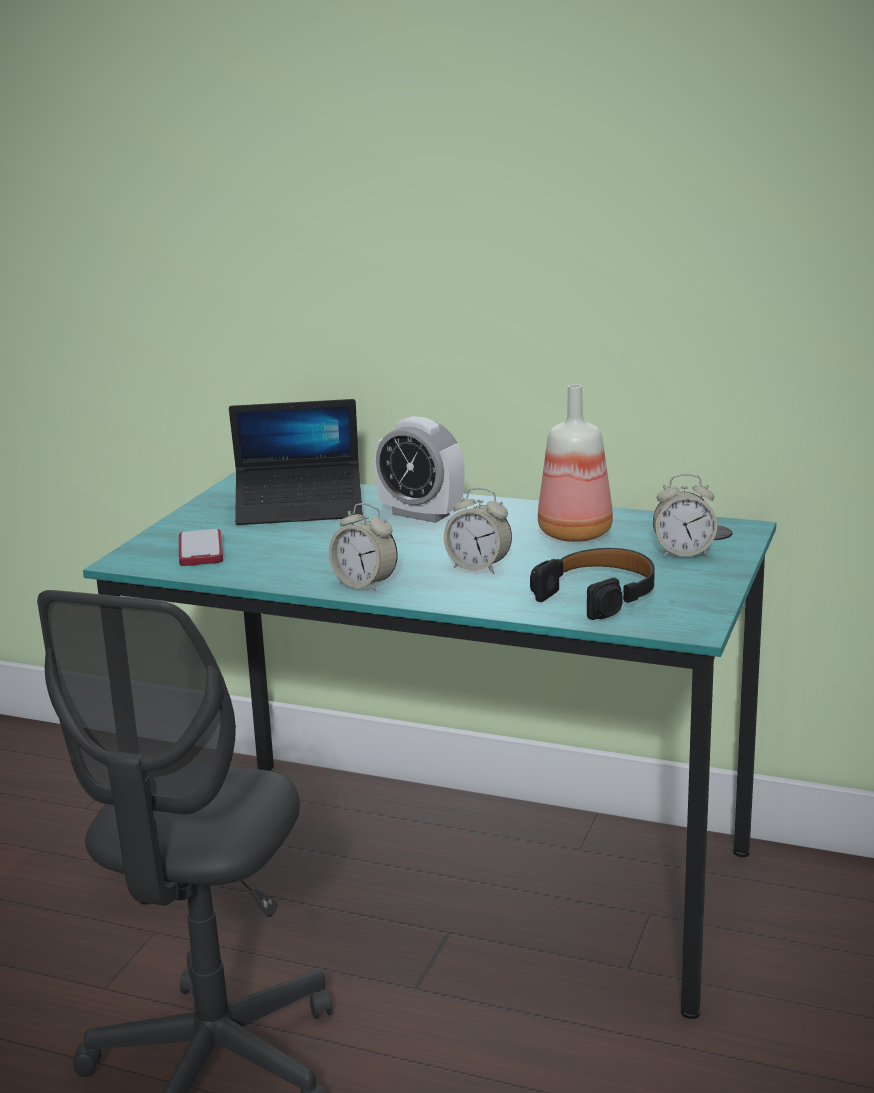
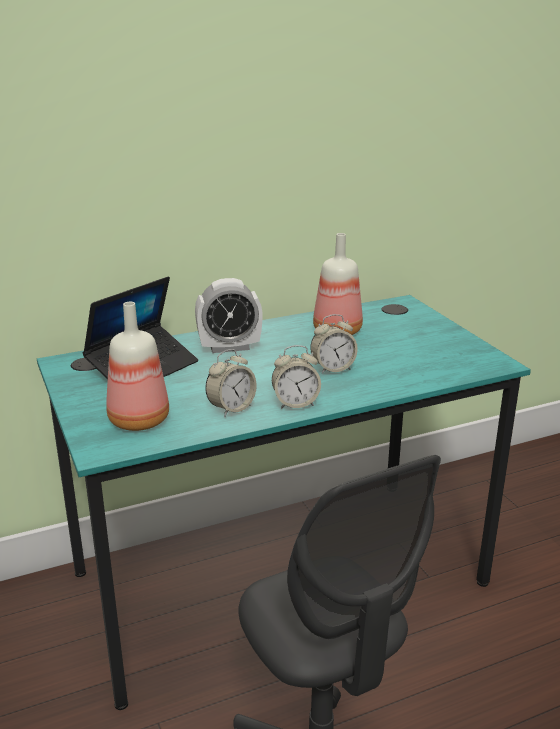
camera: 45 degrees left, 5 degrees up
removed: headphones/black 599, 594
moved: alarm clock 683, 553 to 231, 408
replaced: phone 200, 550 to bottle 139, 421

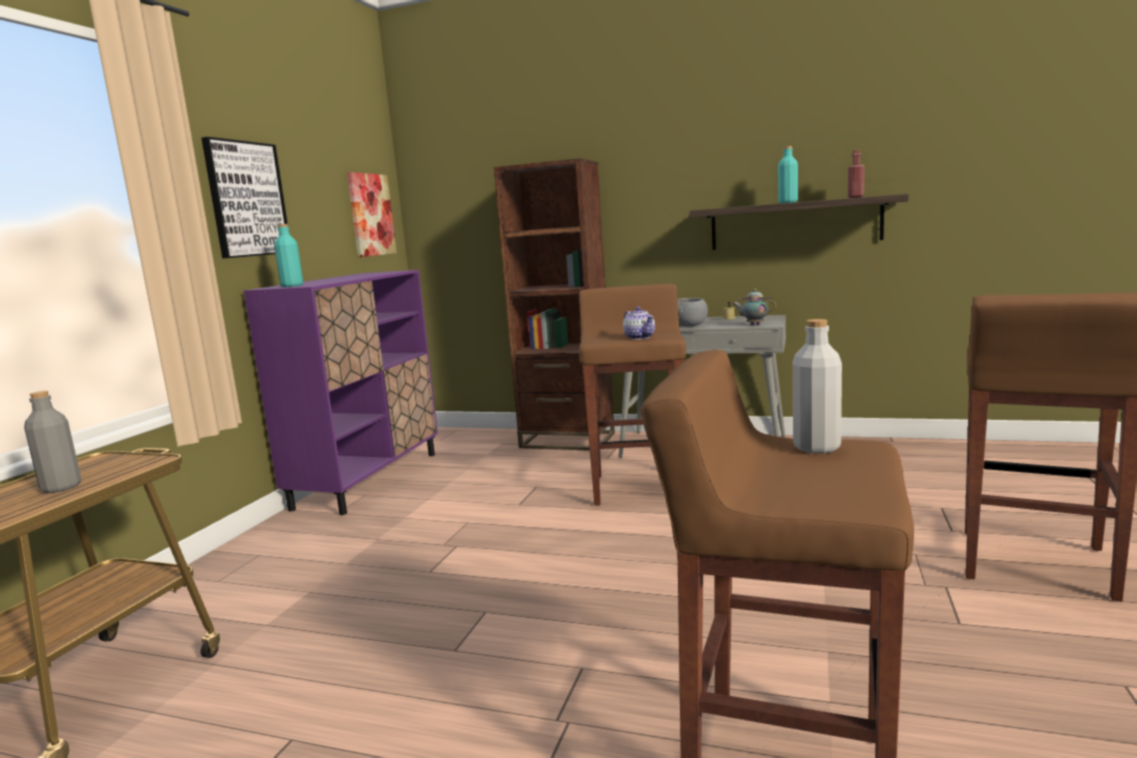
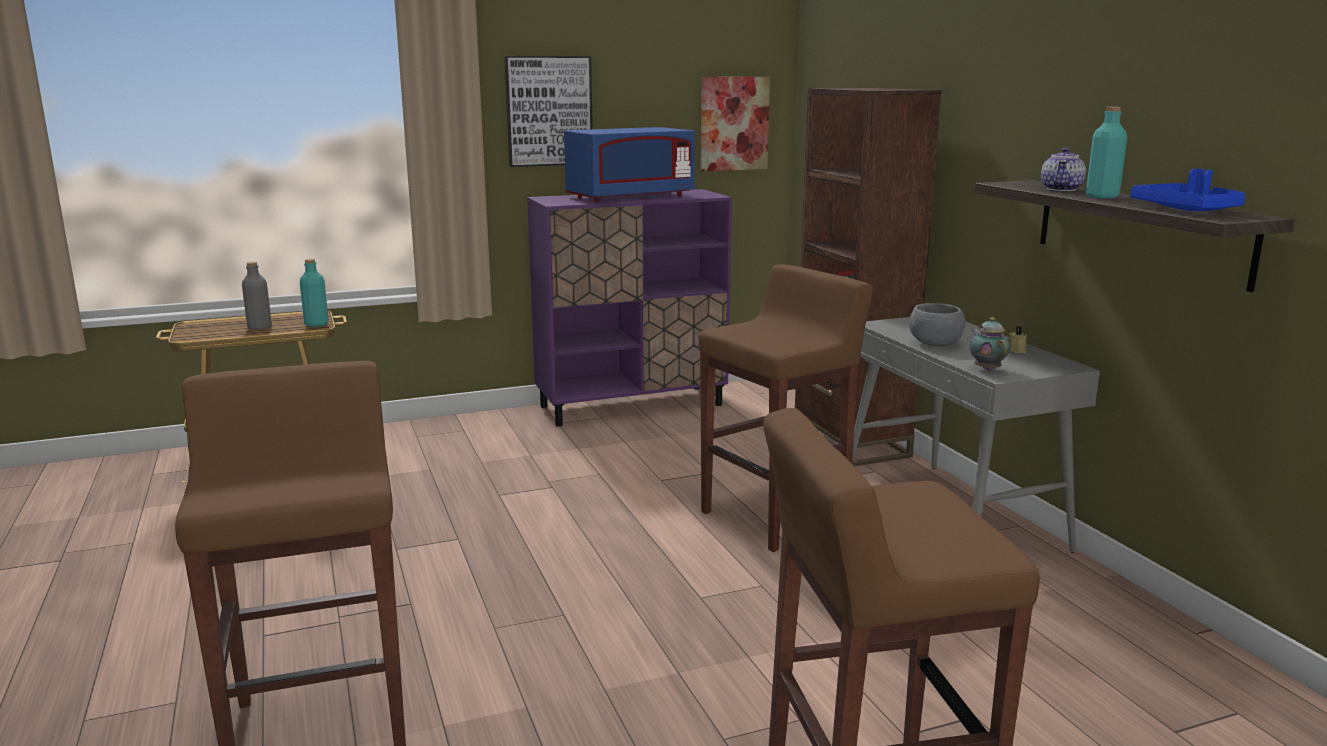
camera: 50 degrees right, 5 degrees up
removed: bottle/grey 816, 447
added: microwave/blue 630, 197
moved: bottle/turquoise 292, 286 to 316, 324; teapot 640, 337 to 1062, 189
replaced: bottle/red 855, 197 to tray/blue 1187, 210

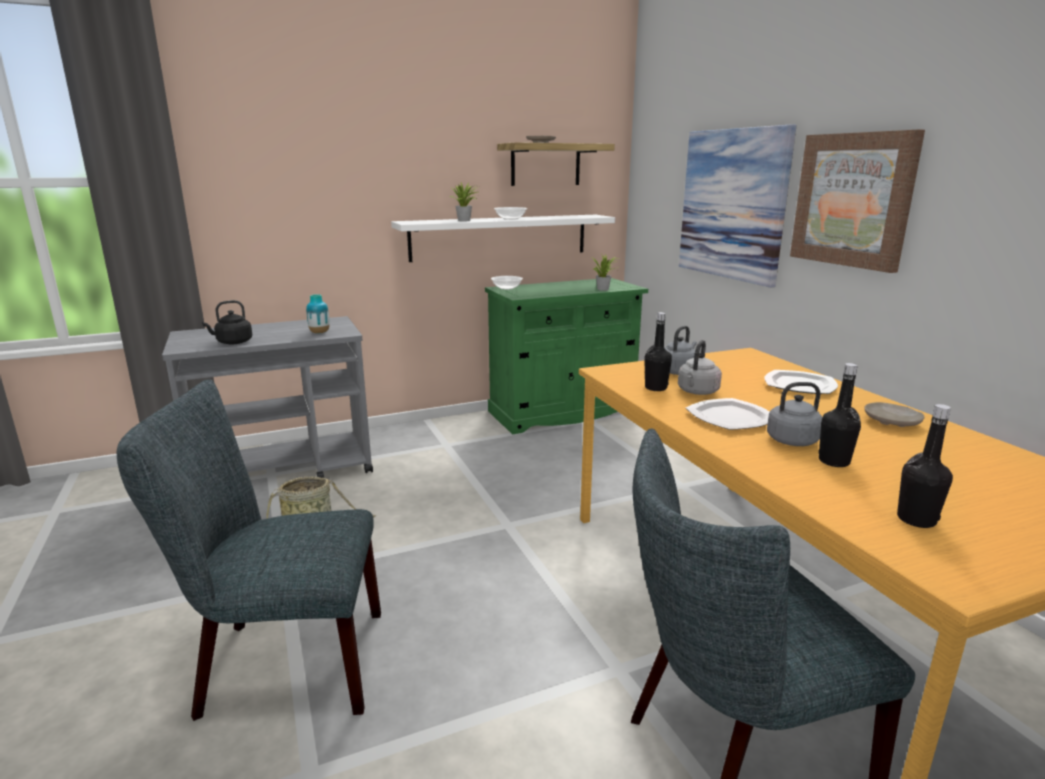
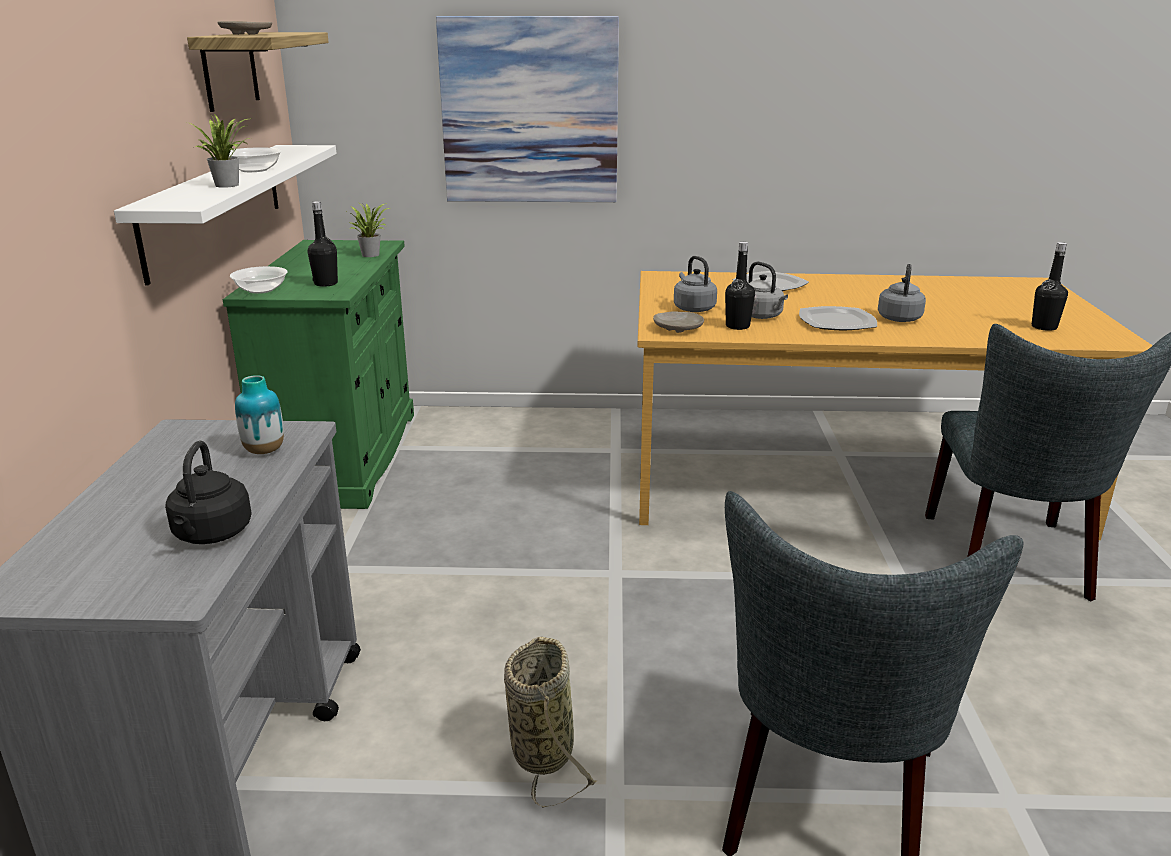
camera: 65 degrees left, 5 degrees up
removed: picture 853, 200
moved: bottle/black 834, 461 to 326, 283; plate/beige 892, 422 to 678, 328

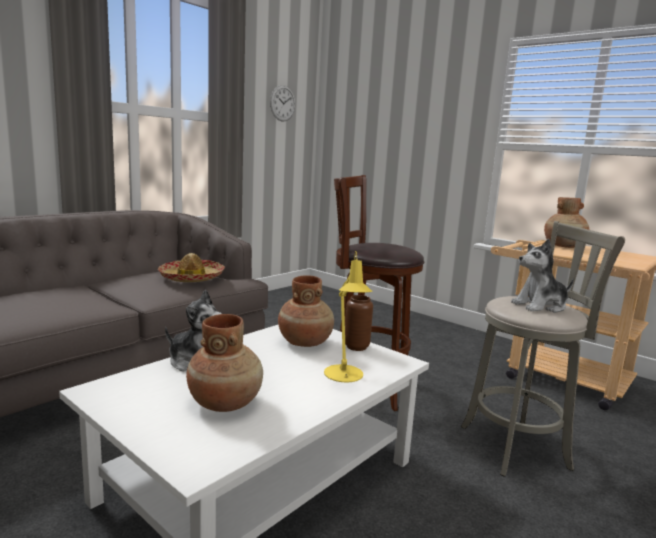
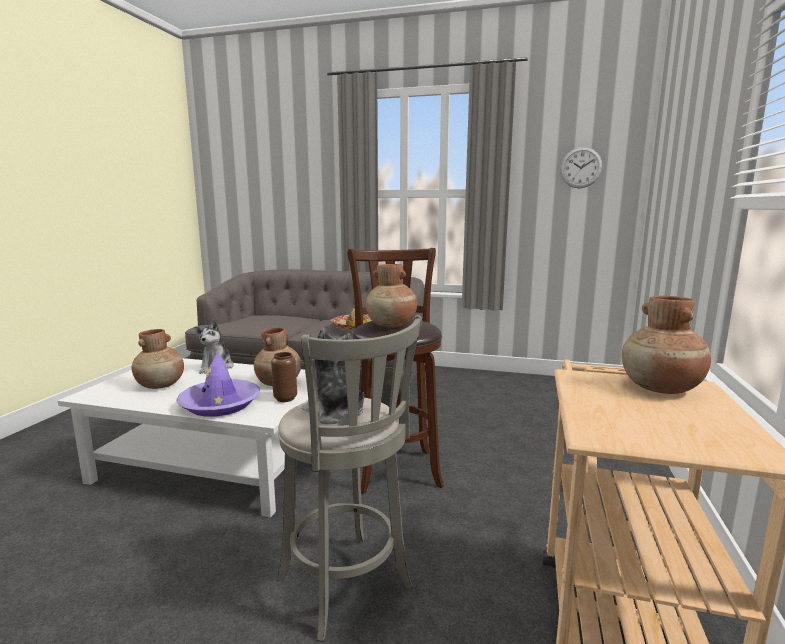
camera: 65 degrees right, 0 degrees up
added: vase/brown 391, 325
replaced: table lamp/yellow 344, 376 to hat/purple 220, 404

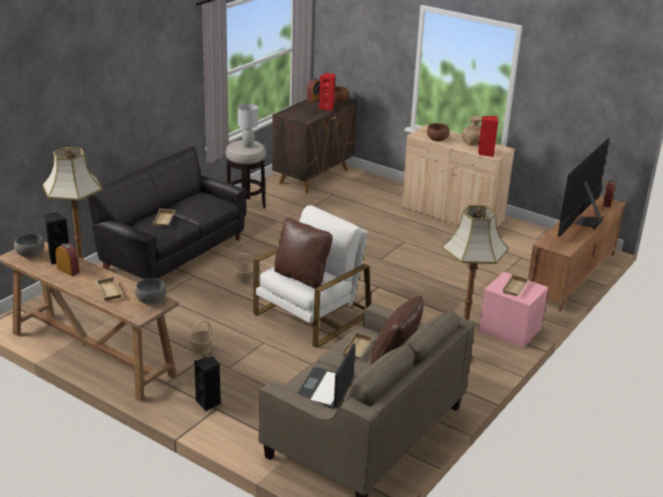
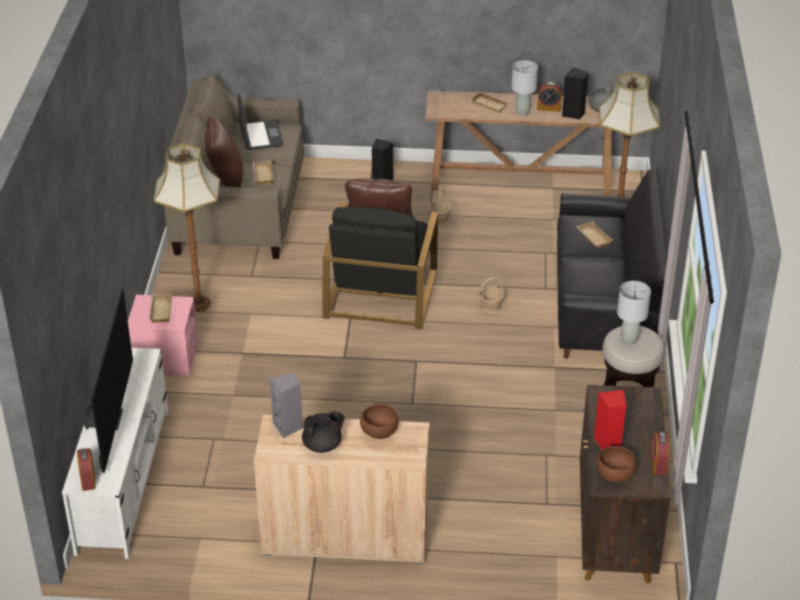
camera: 150 degrees right, 10 degrees up
removed: bowl/grey 151, 300
added: table lamp/grey 522, 112
replaced: vase/brown 472, 143 to teapot/black 323, 445
recoloured: armchair/white 312, 315 to armchair/black 380, 292; speaker/red 485, 153 to speaker/grey 288, 427; tv stand/brown 571, 275 to tv stand/white 123, 479

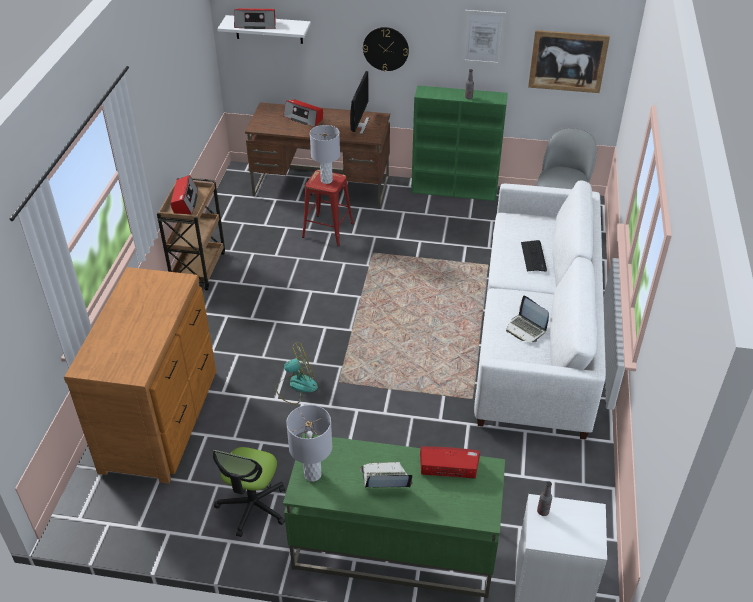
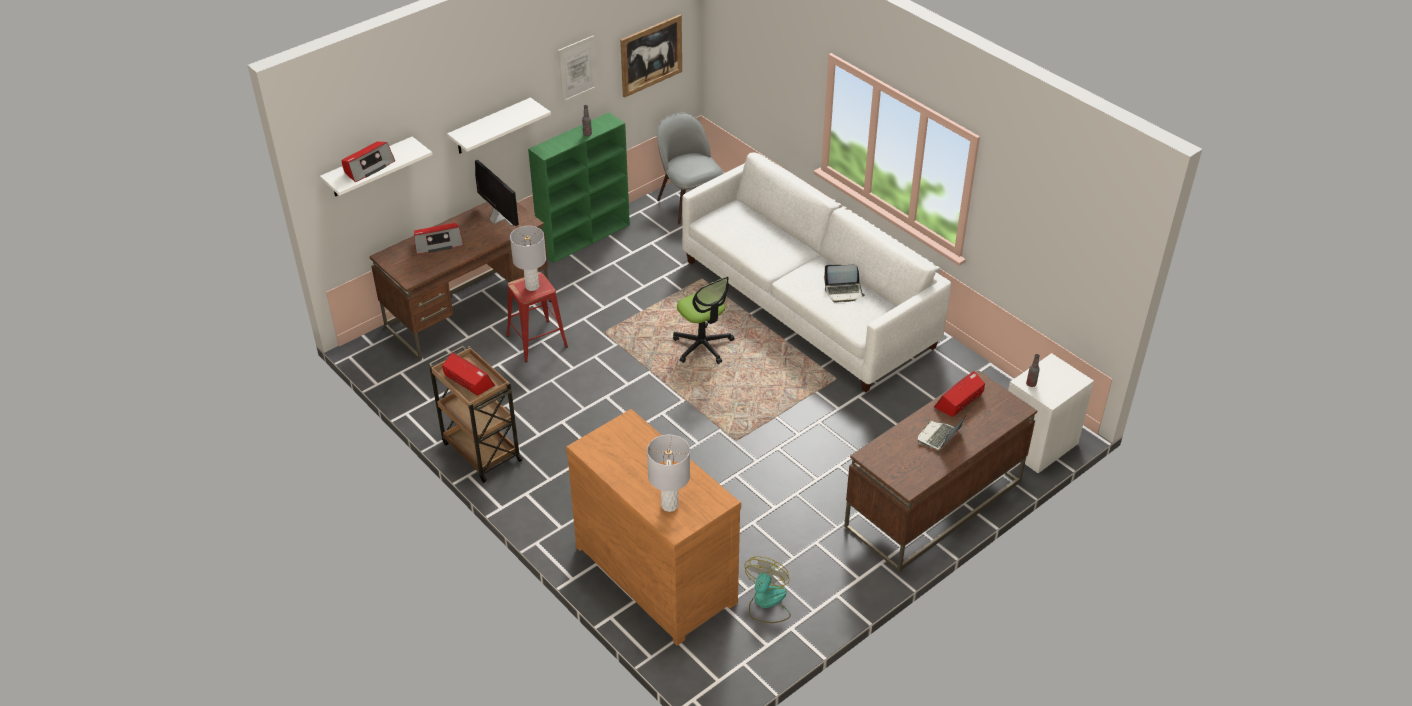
camera: 50 degrees left, 0 degrees up
removed: keyboard 534, 256
moved: office chair 252, 507 to 702, 346; fan 296, 386 to 767, 603; table lamp/grey 313, 474 to 670, 505
replaced: wall clock 385, 48 to shelf/white 490, 127
recoloured: desk/green 393, 547 to desk/brown 933, 505

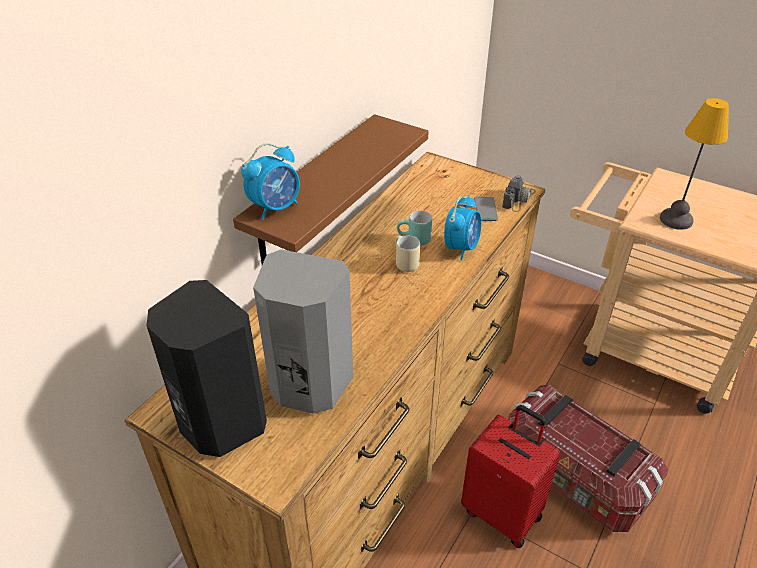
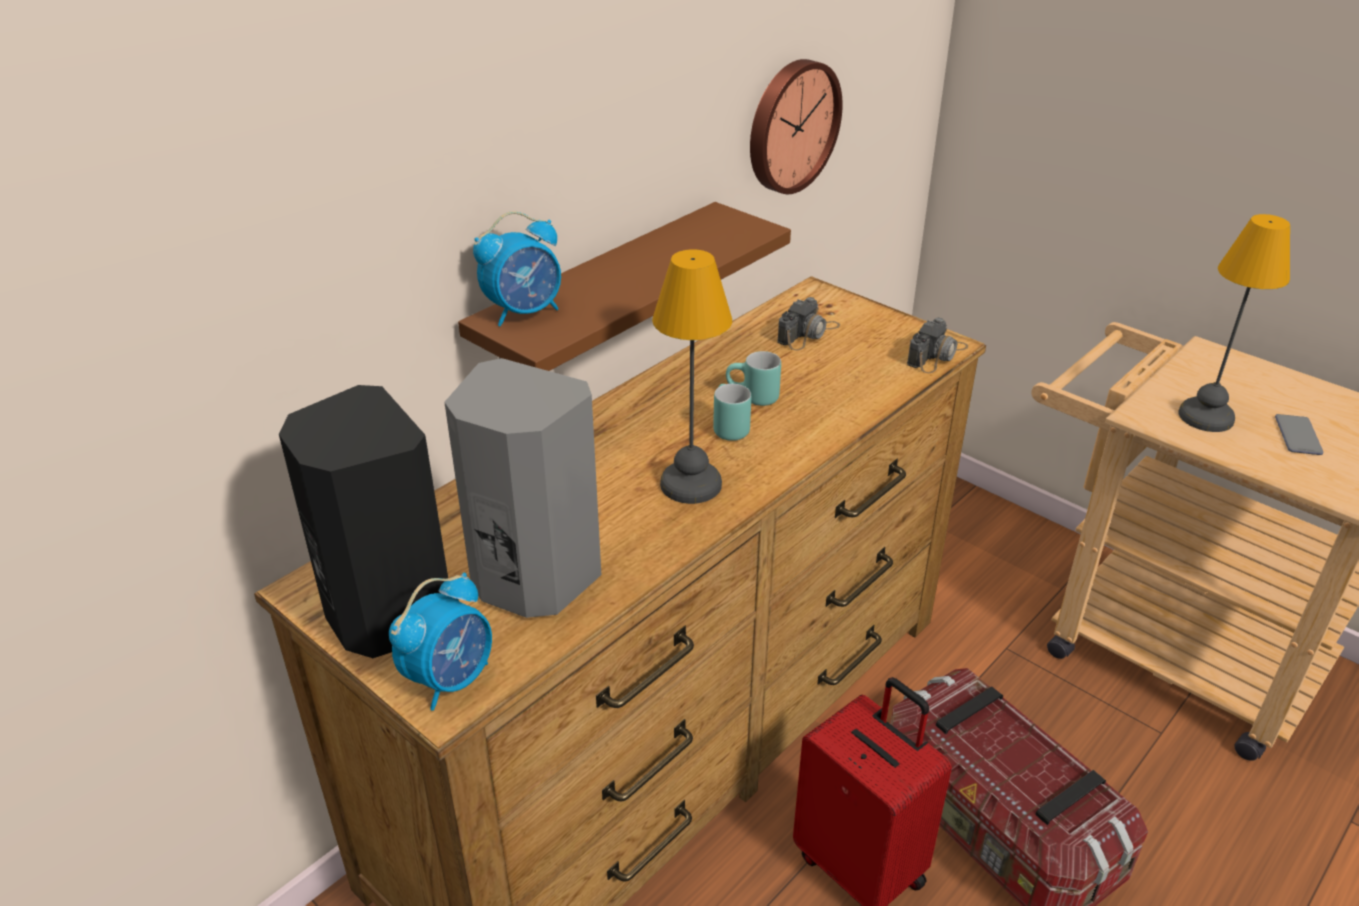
camera: 10 degrees right, 5 degrees down
added: table lamp 693, 484; wall clock 790, 126; photo camera 808, 333
moved: alarm clock 461, 247 to 451, 679; phone 485, 209 to 1297, 436
recoloured: mug/beige 403, 263 to mug/turquoise 726, 427

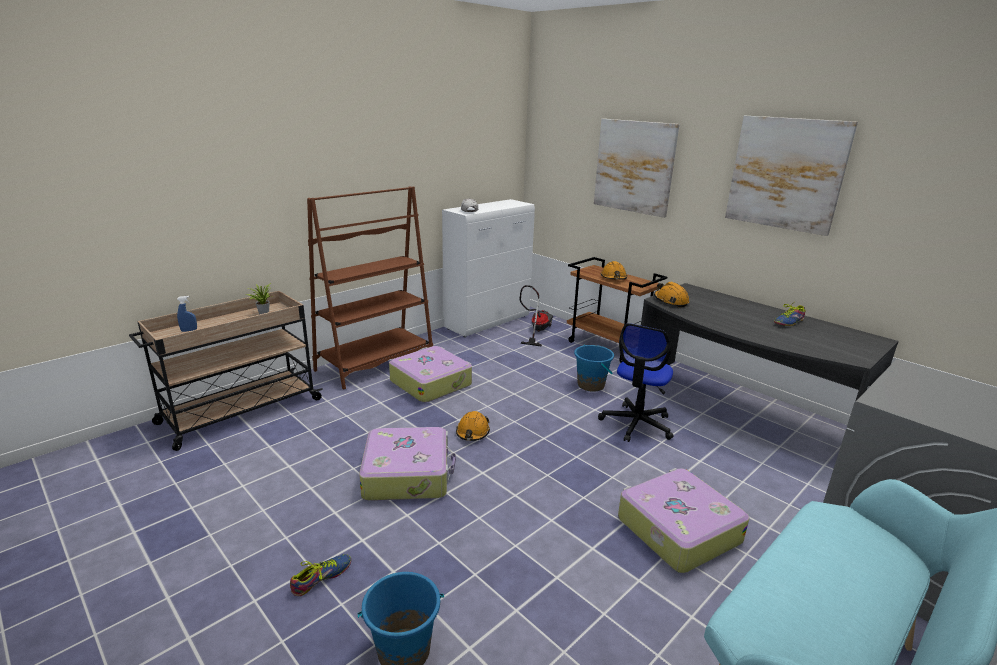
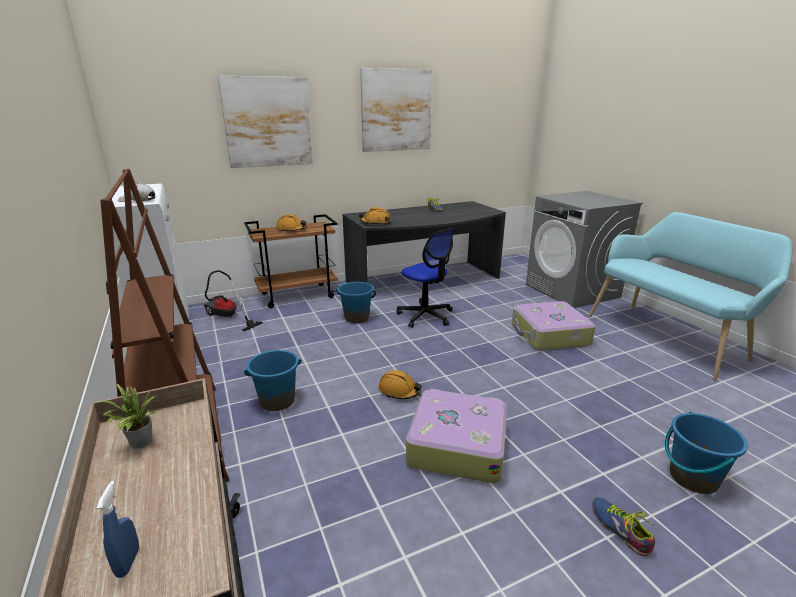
camera: 70 degrees left, 0 degrees up
replaced: suitcase 431, 383 to bucket/blue 277, 401

